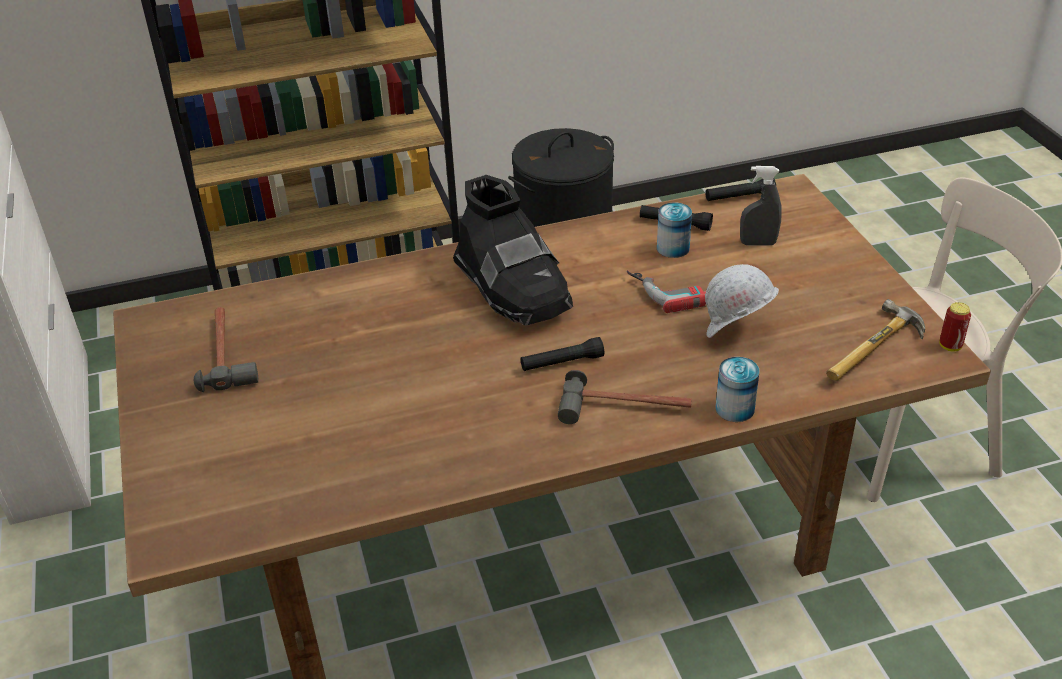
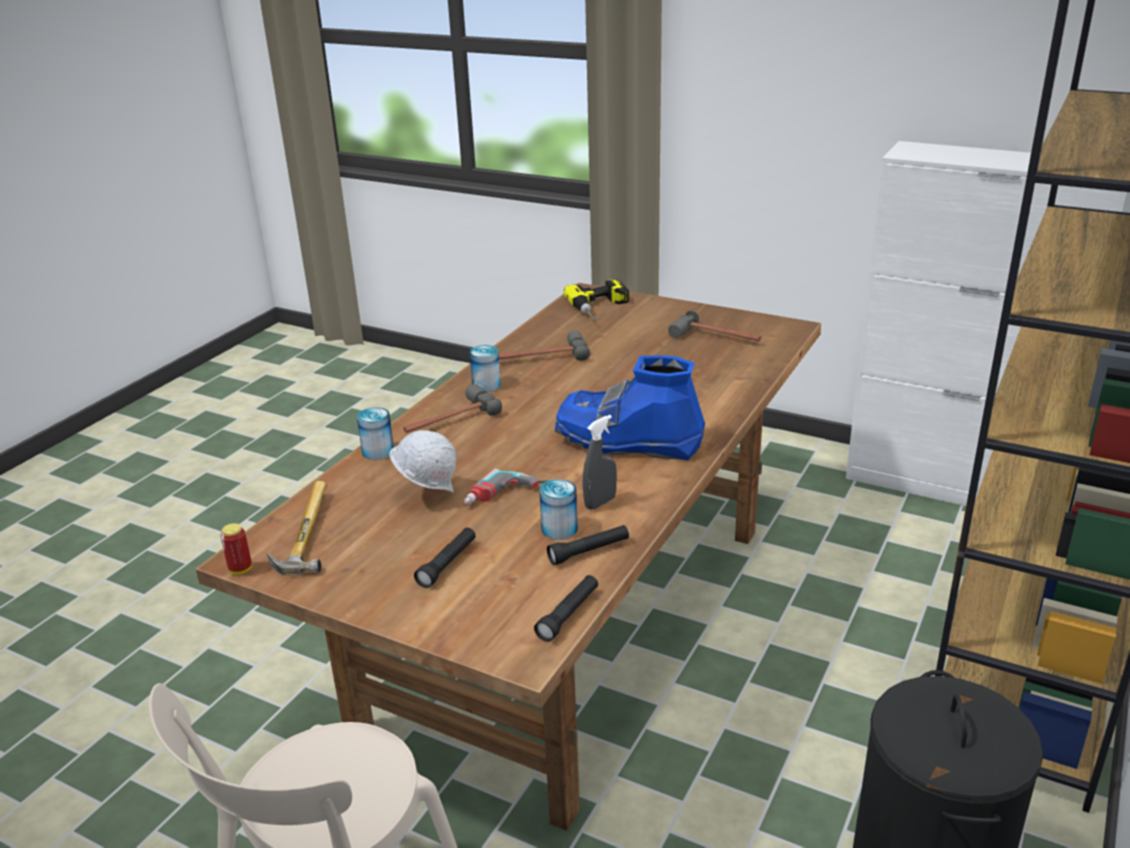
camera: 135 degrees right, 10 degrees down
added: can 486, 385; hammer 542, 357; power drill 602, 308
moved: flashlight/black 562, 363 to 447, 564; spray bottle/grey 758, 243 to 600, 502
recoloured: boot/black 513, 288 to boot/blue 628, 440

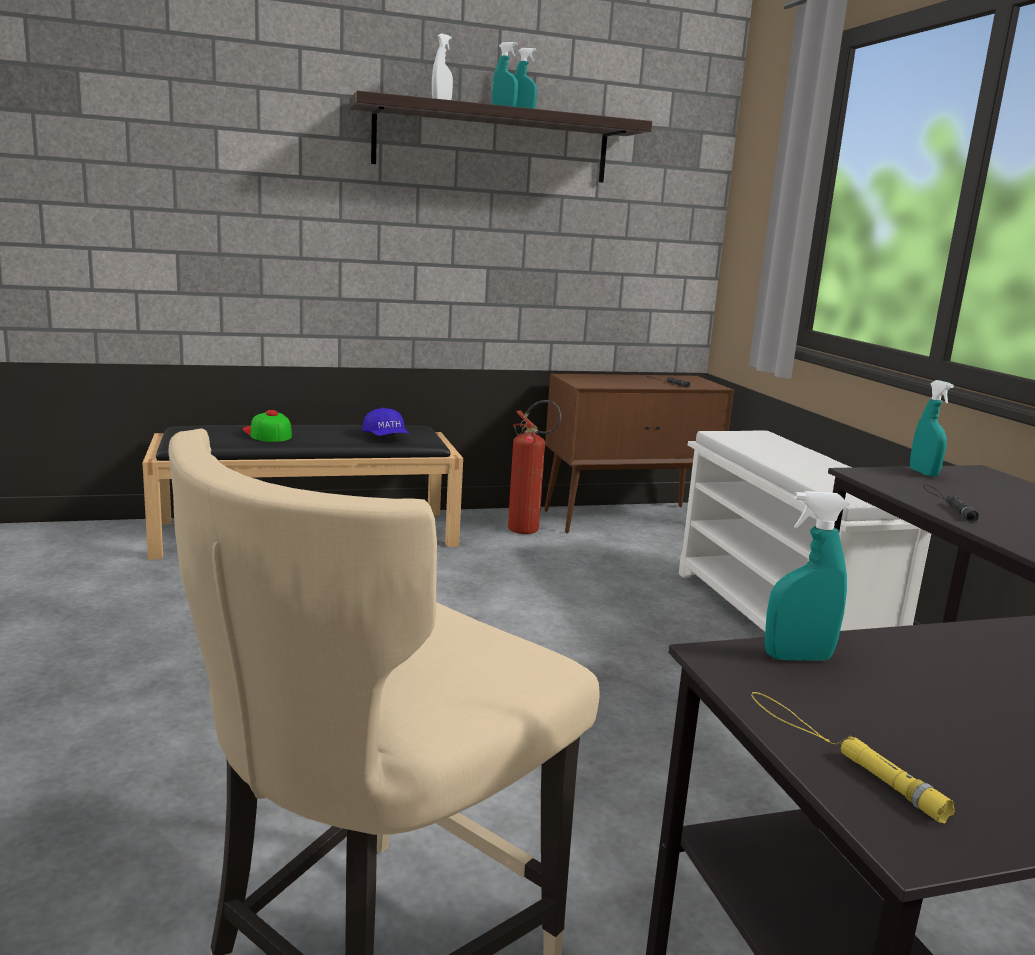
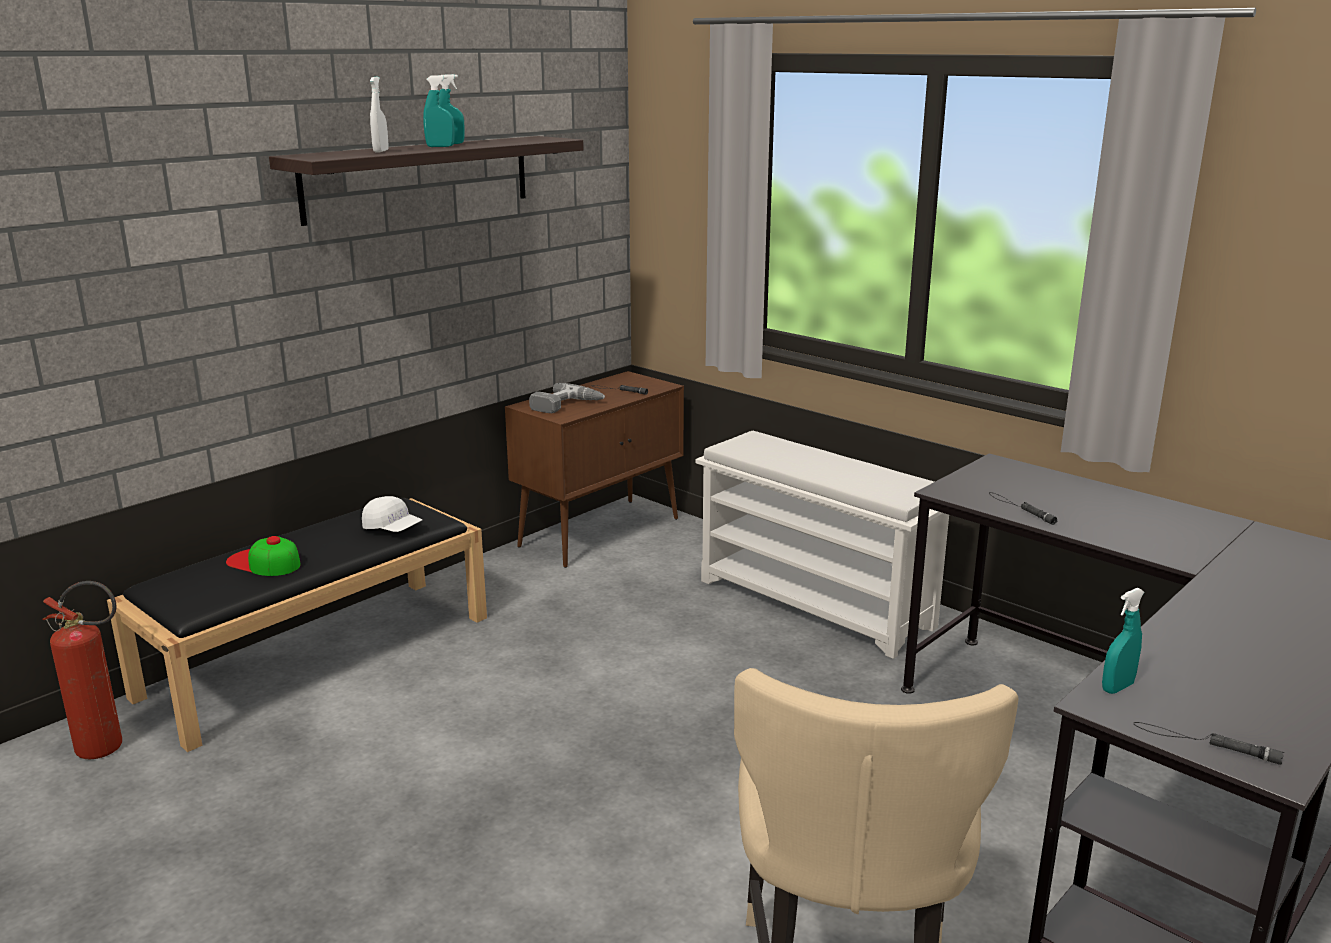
camera: 30 degrees left, 5 degrees up
removed: spray bottle/turquoise 923, 473
added: power drill 567, 406
moved: fire extinguisher 529, 531 to 109, 749
recoloured: cap/blue 386, 437 to cap/white 392, 528; flashlight/yellow 838, 752 to flashlight/black 1205, 743

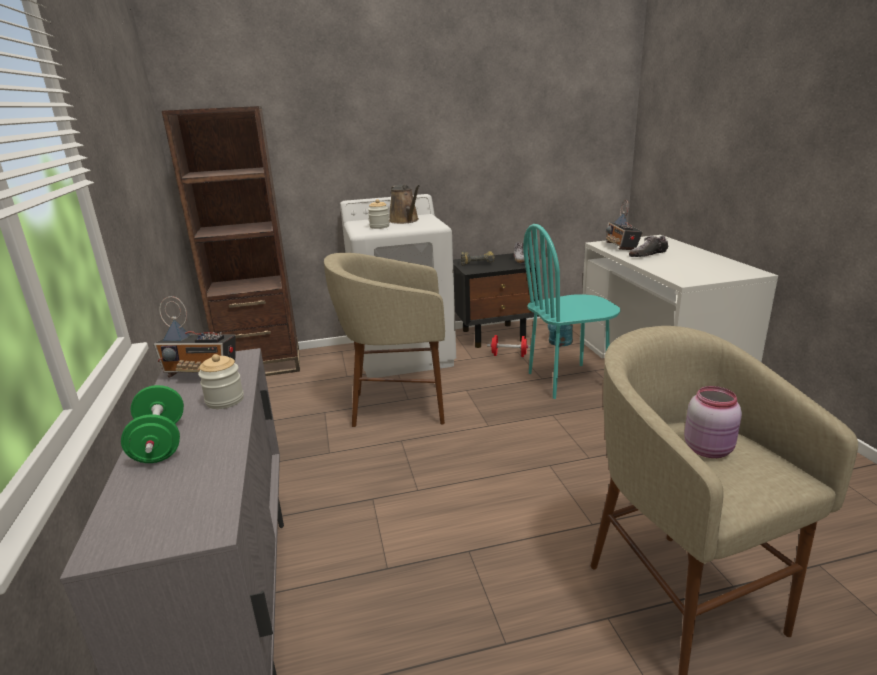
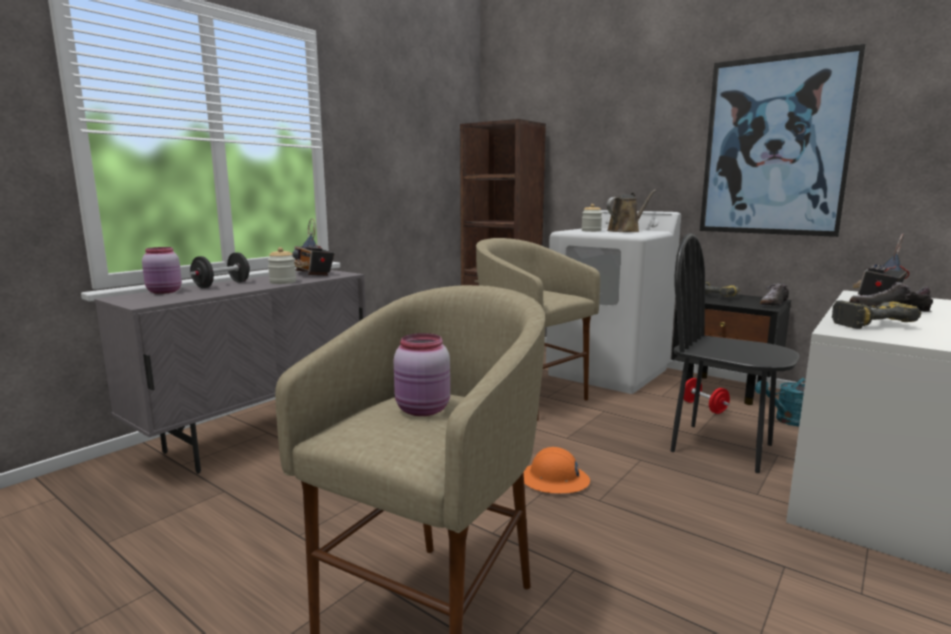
camera: 50 degrees right, 10 degrees down
added: jar/pink 165, 292; hard hat/orange 554, 480; picture 775, 147; power drill 867, 323
recoloured: dumbbell/green 160, 443 to dumbbell/black 222, 285; chair/turquoise 567, 380 to chair/black 721, 447
turned: watering can/brown 405, 221 = 625, 231 150 degrees counterclockwise

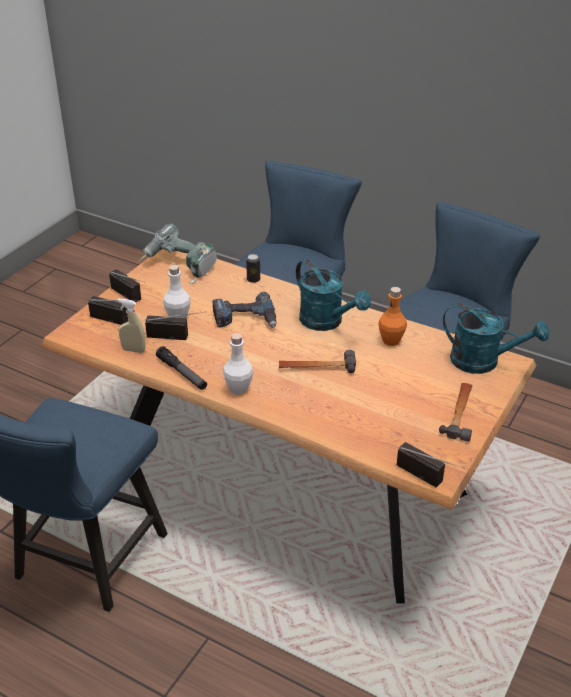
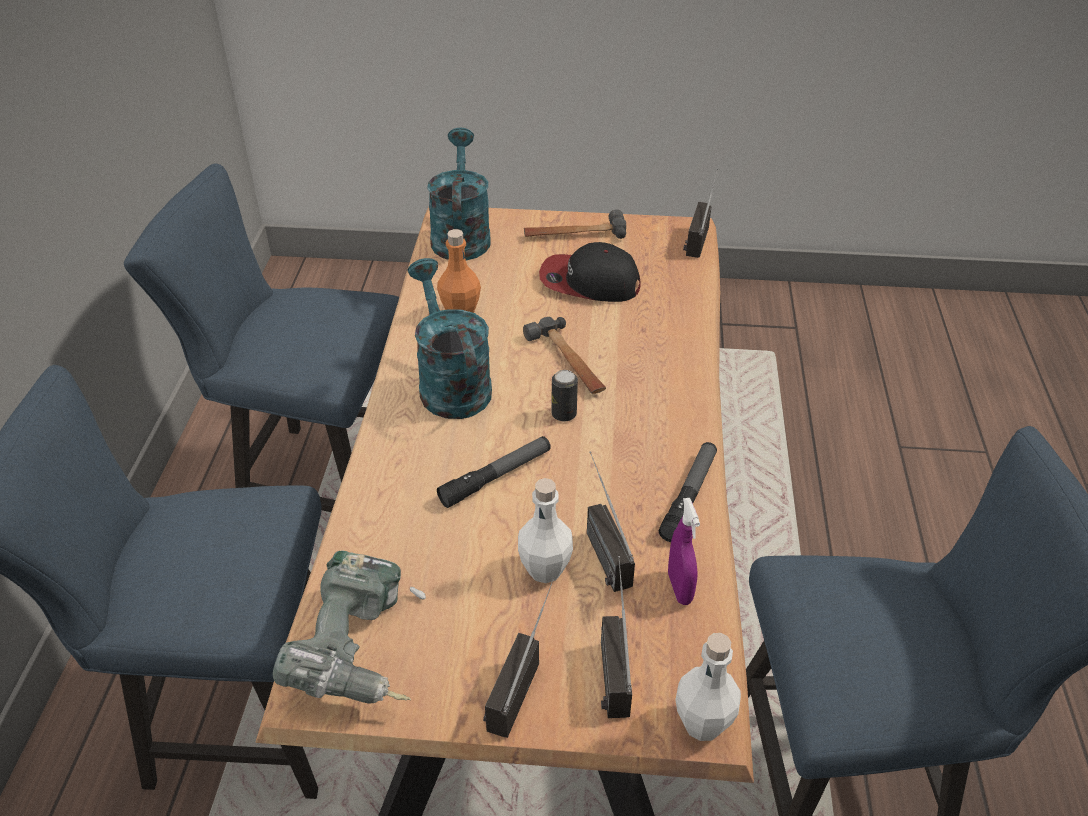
camera: 115 degrees left, 5 degrees up
added: cap 589, 282
moved: bottle/white 238, 388 to 703, 724; can 253, 279 to 564, 414
replaced: power drill 245, 319 to flashlight 496, 477
recoloured: spray bottle/beige 133, 350 to spray bottle/purple 679, 588
turned: watering can/turquoise 327, 322 = 450, 383 45 degrees counterclockwise

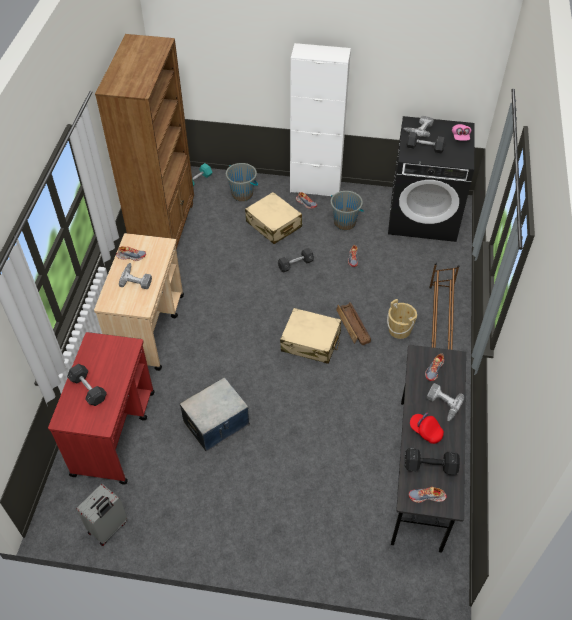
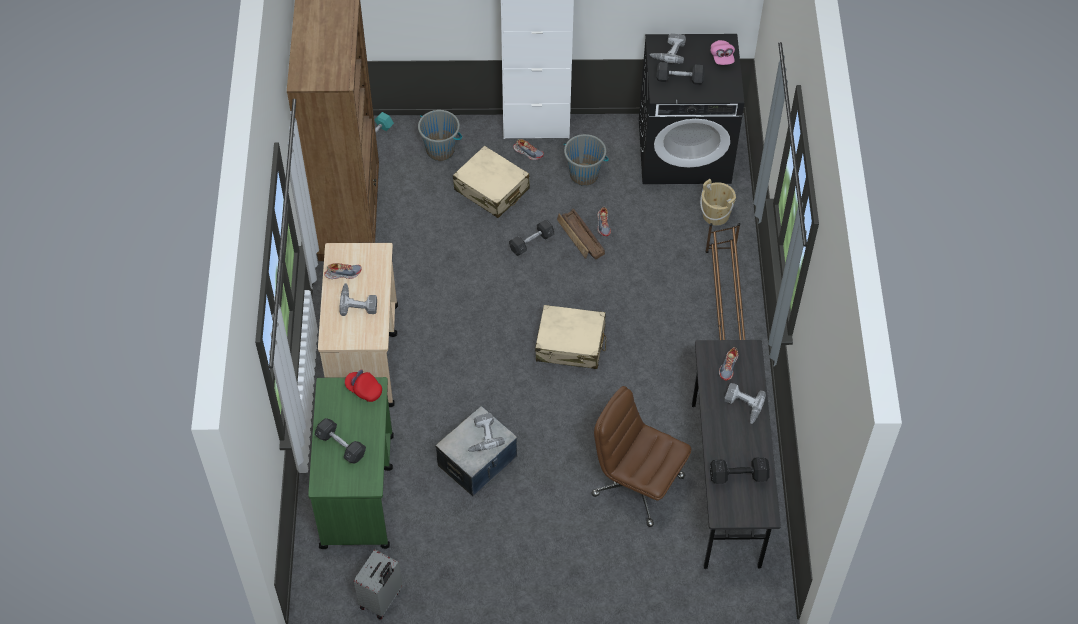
camera: 10 degrees left, 5 degrees up
removed: shoe 427, 497
added: power drill 481, 436; office chair/brown 636, 485
moved: crate 353, 327 to 581, 238; bucket/beige 399, 330 to 715, 215; cap/red 425, 431 to 364, 390
recoloured: cart/red 114, 432 to cart/green 358, 490

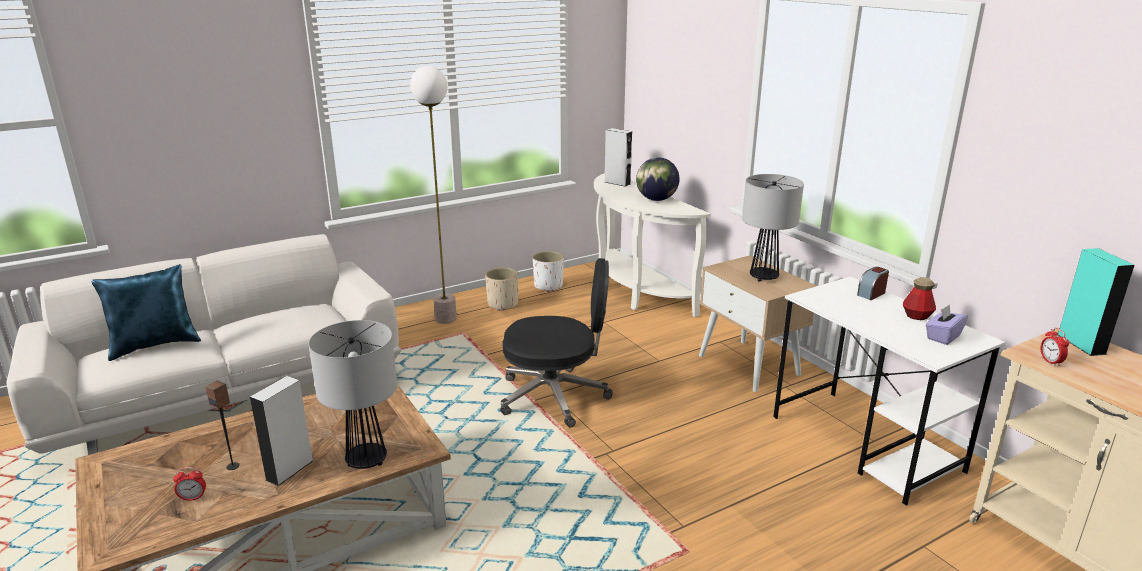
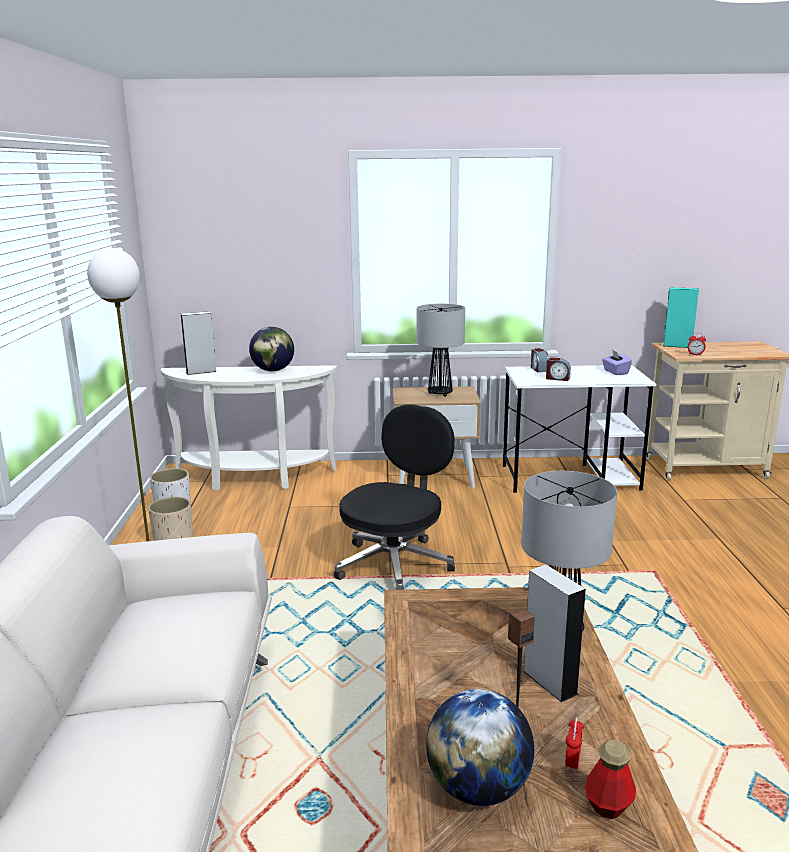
camera: 60 degrees left, 5 degrees down
removed: pillow/blue 155, 345
added: globe 478, 788; alarm clock 557, 378
moved: bottle 917, 316 to 608, 805

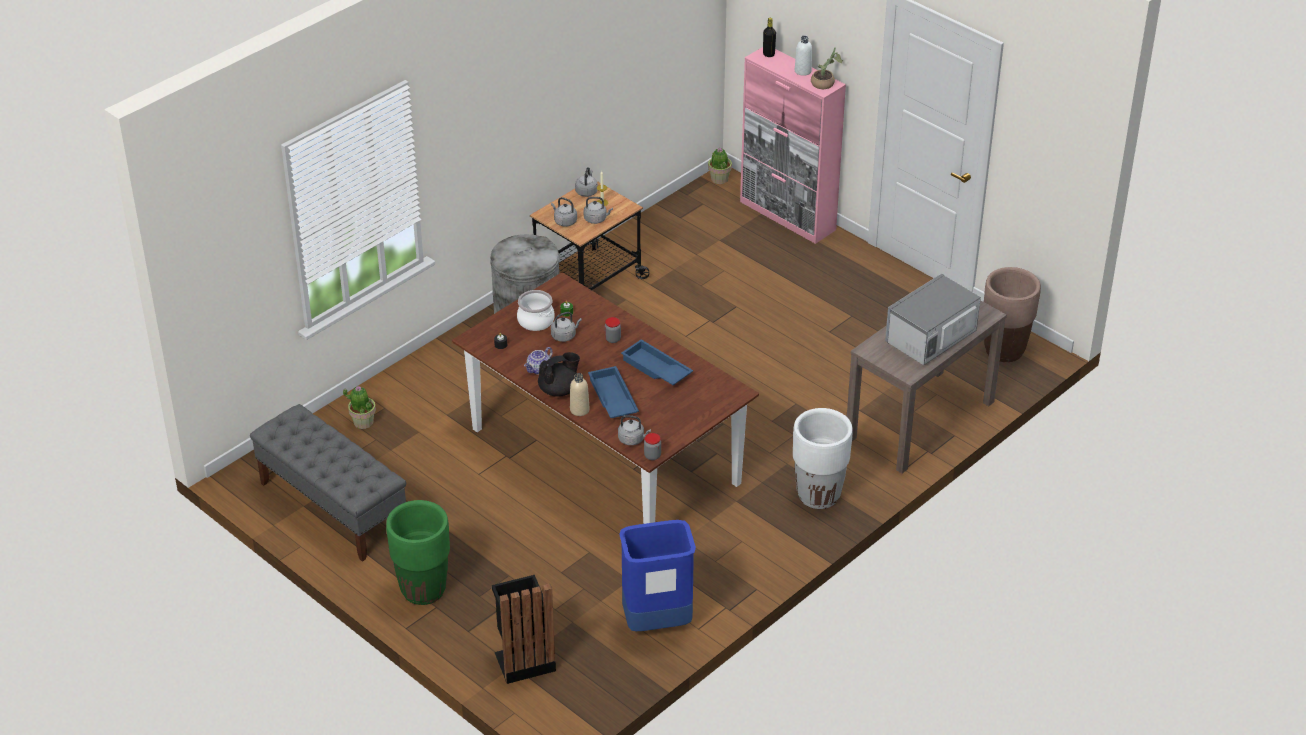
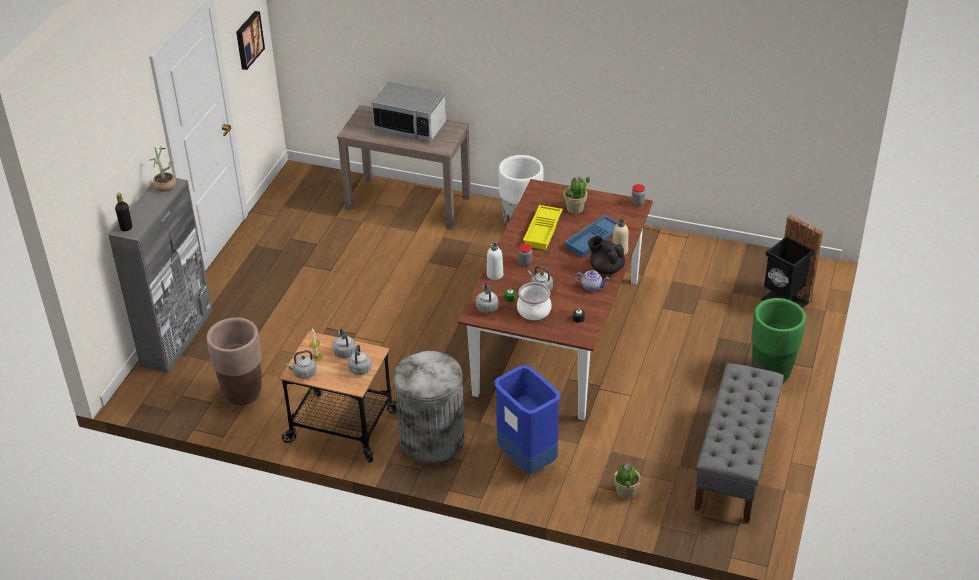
camera: 115 degrees left, 0 degrees up
added: picture 248, 39
moved: kettle/grey 632, 439 to 486, 307; trash can/blue 657, 623 to 527, 459; potted plant 719, 179 to 575, 208; bottle/white 803, 71 to 495, 275; planter/brown 1004, 351 to 243, 393
recoloured: tray/blue 655, 369 to tray/yellow 543, 231; cabinet/pink 788, 216 to cabinet/grey 177, 337

